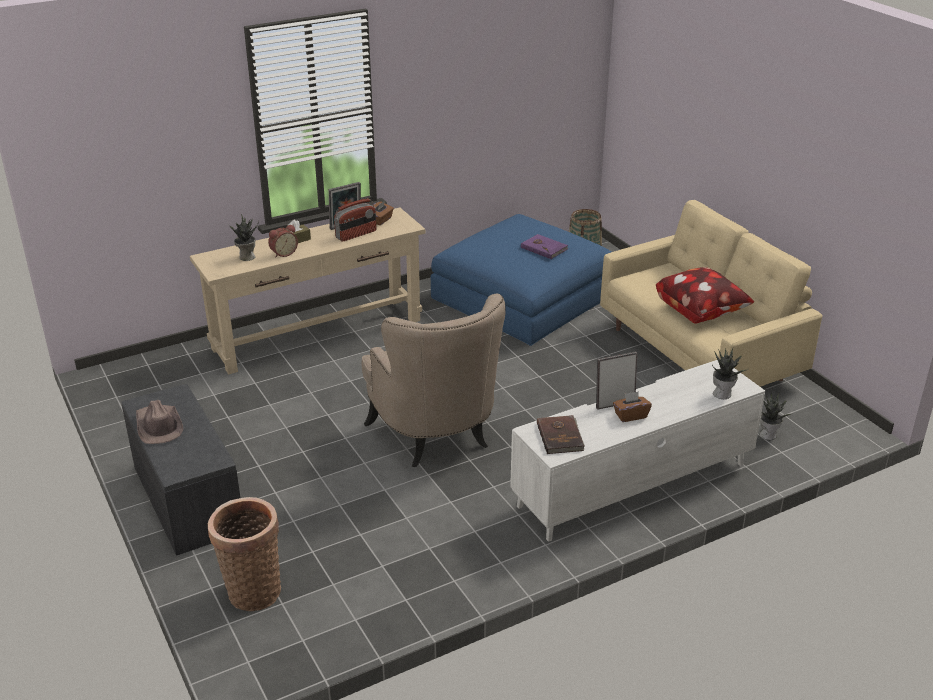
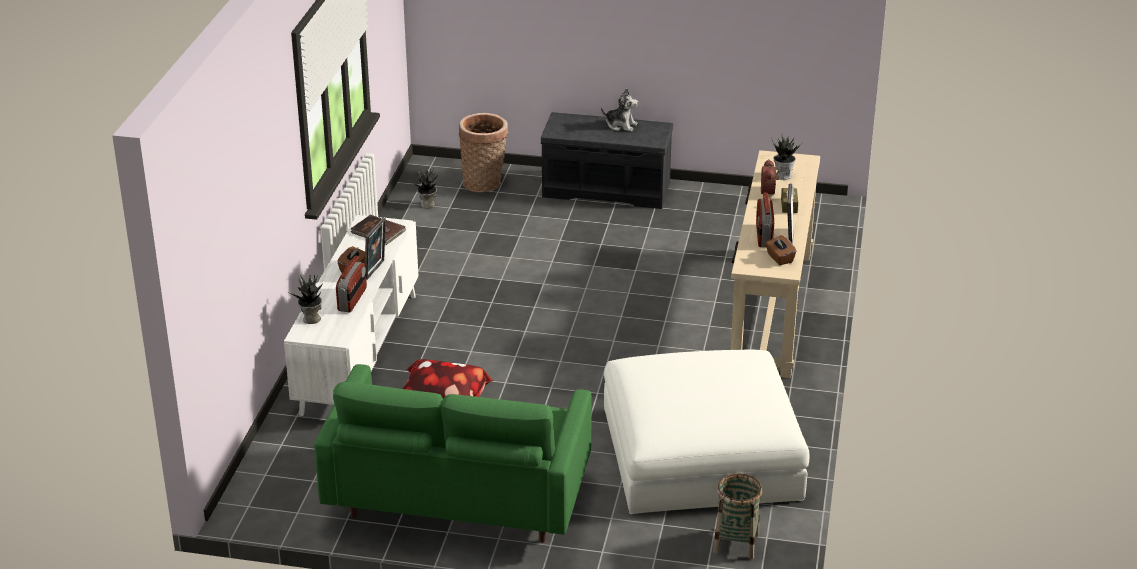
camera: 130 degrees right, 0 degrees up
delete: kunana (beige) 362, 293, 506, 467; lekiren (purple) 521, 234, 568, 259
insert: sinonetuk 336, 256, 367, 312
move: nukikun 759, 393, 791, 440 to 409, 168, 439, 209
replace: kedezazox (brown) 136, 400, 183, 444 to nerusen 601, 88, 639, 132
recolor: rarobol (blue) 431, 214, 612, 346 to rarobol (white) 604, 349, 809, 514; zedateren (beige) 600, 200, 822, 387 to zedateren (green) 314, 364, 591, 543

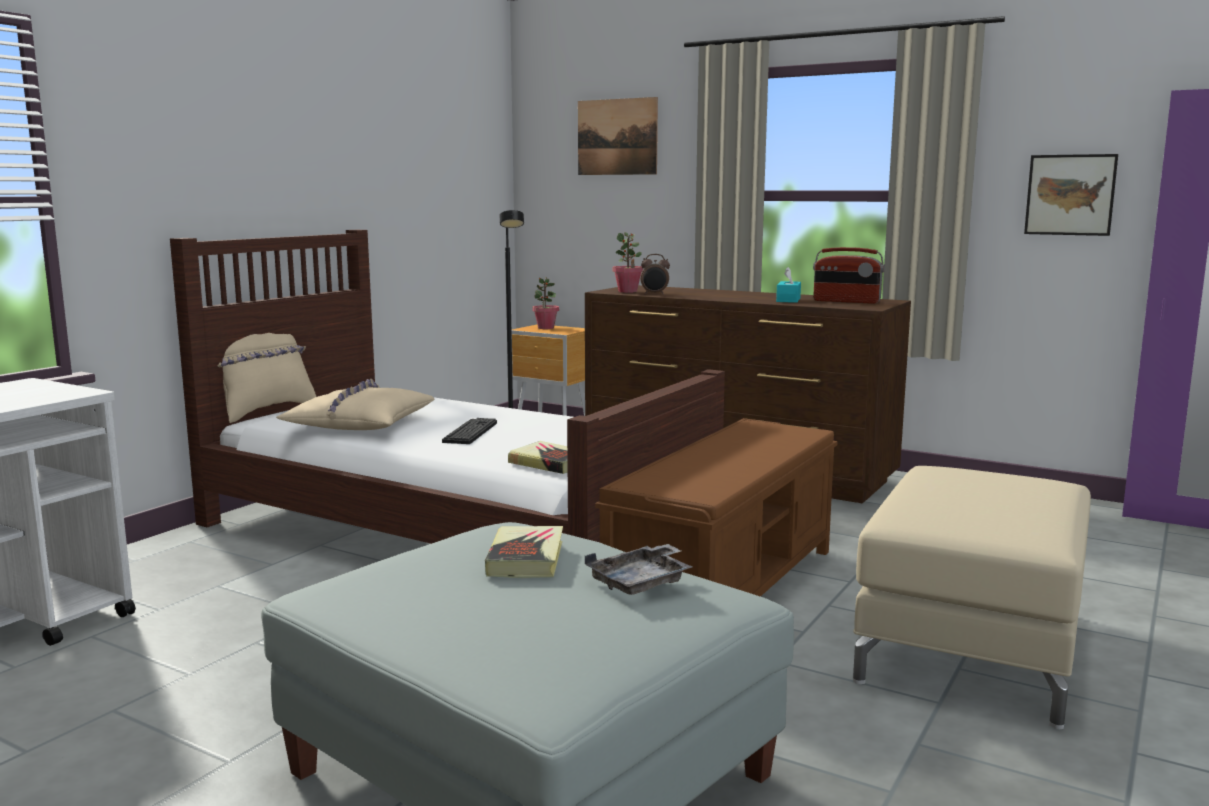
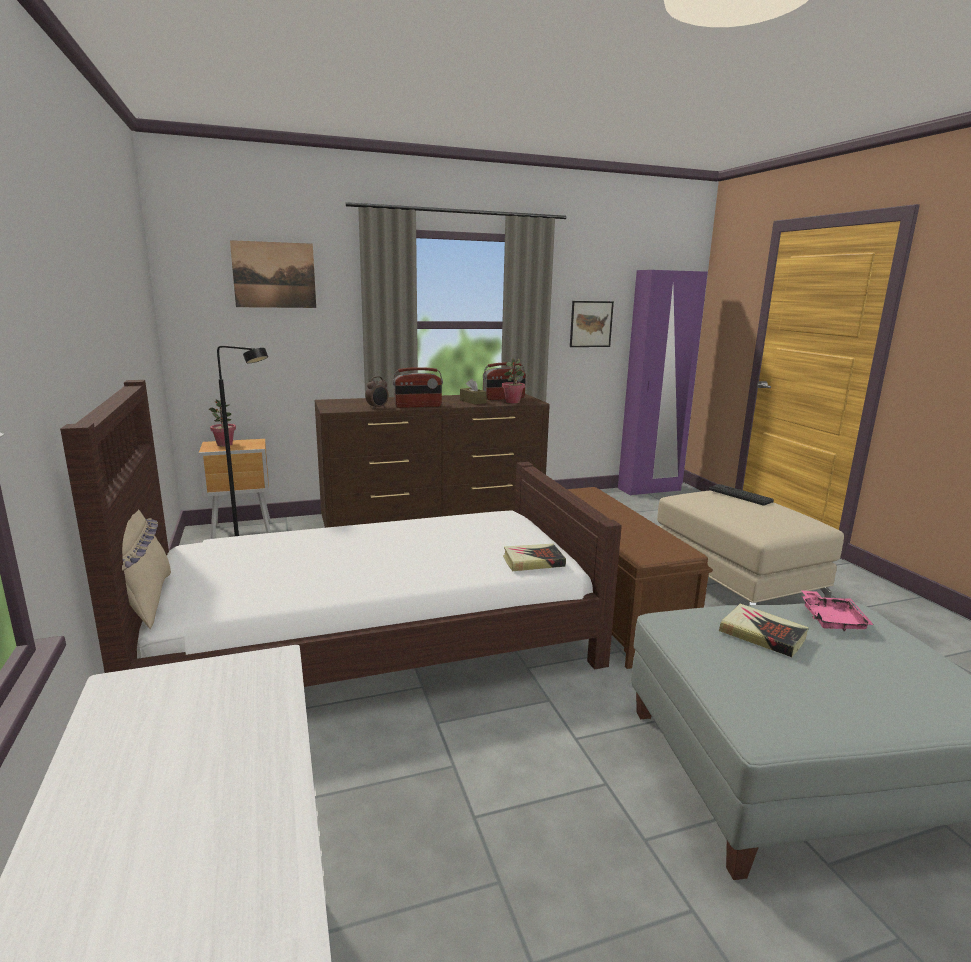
camera: 50 degrees left, 5 degrees up
delete: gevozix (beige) 276, 379, 434, 430
insert: sinonetuk 393, 367, 443, 408
move: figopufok 442, 418, 497, 444 to 709, 484, 774, 506; nukikun 612, 232, 643, 293 to 502, 358, 525, 403
recolor: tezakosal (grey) 585, 544, 692, 595 to tezakosal (pink) 801, 590, 874, 631; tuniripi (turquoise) 776, 267, 801, 303 to tuniripi (brown) 460, 379, 487, 404

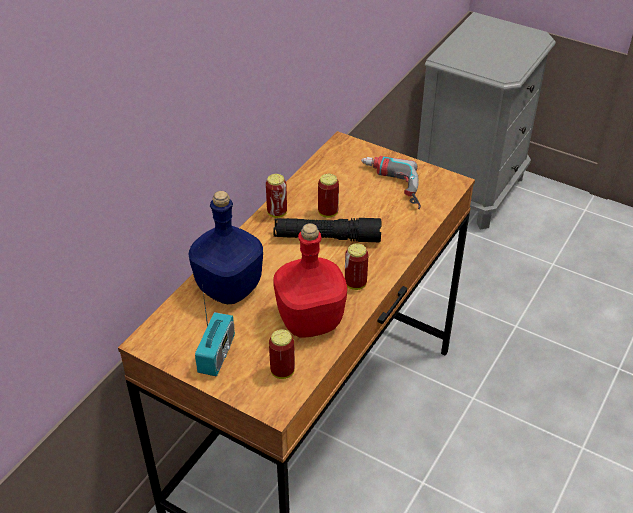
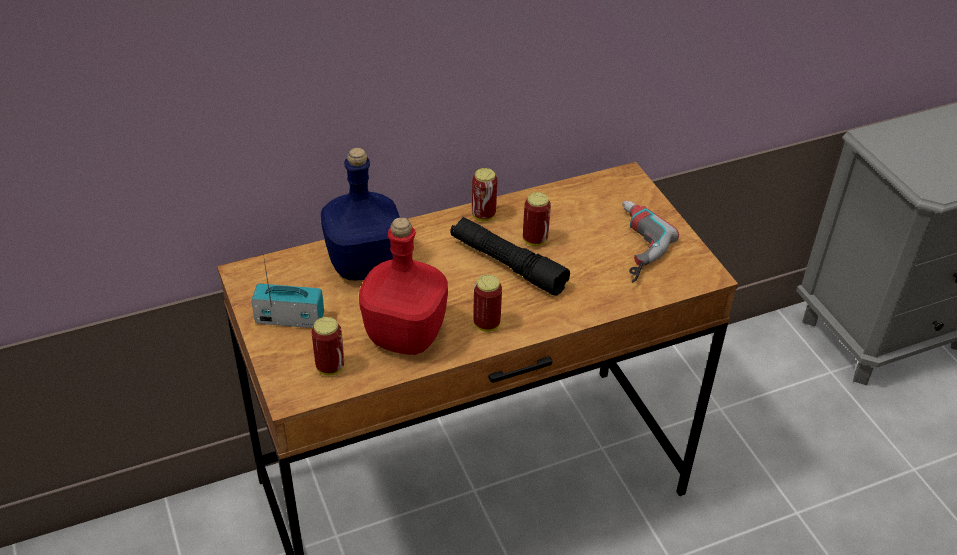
camera: 35 degrees right, 0 degrees up
rotate: sinonetuk 195, 285, 235, 376 = 251, 254, 324, 328 135 degrees counterclockwise

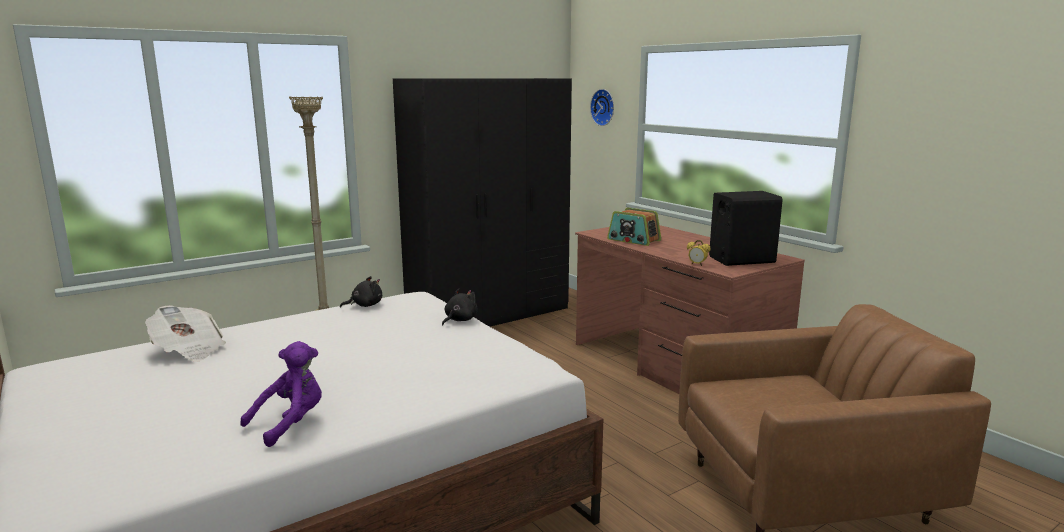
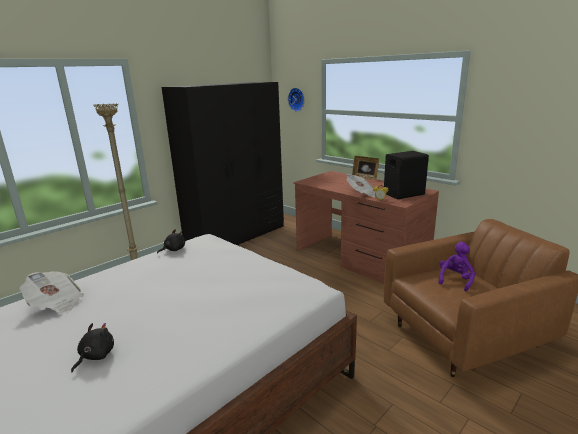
camera: 10 degrees left, 5 degrees up
delete: sinonetuk 607, 208, 661, 246
insert: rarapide 346, 174, 375, 197; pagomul 352, 156, 379, 180
move: nerusen (purple) 240, 341, 322, 447 to 438, 242, 475, 291; nerusen (black) 442, 289, 478, 325 to 71, 323, 114, 372

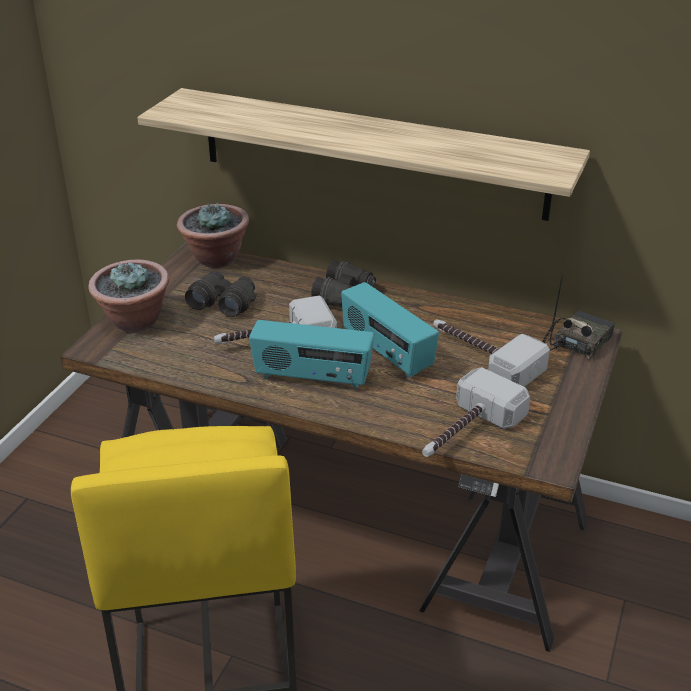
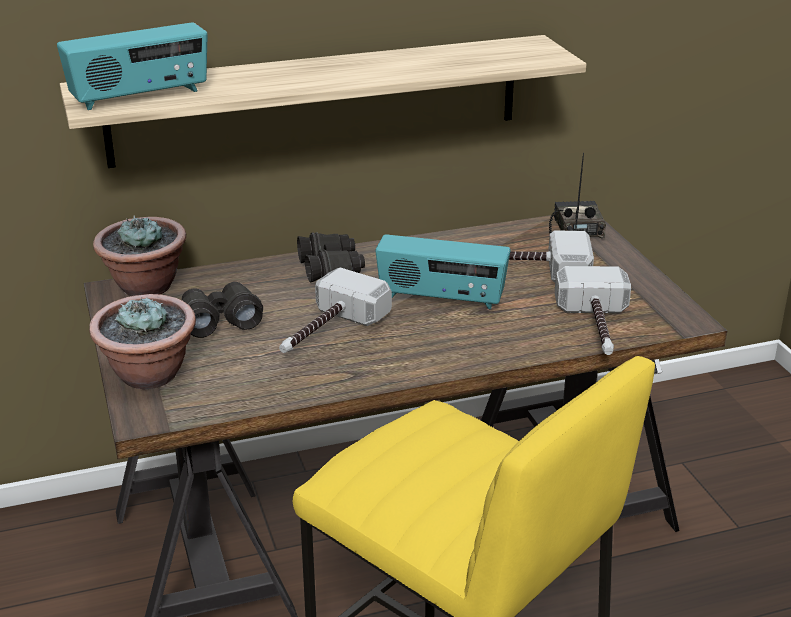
camera: 40 degrees left, 5 degrees down
move: sinonetuk 249, 320, 374, 389 to 57, 22, 208, 110

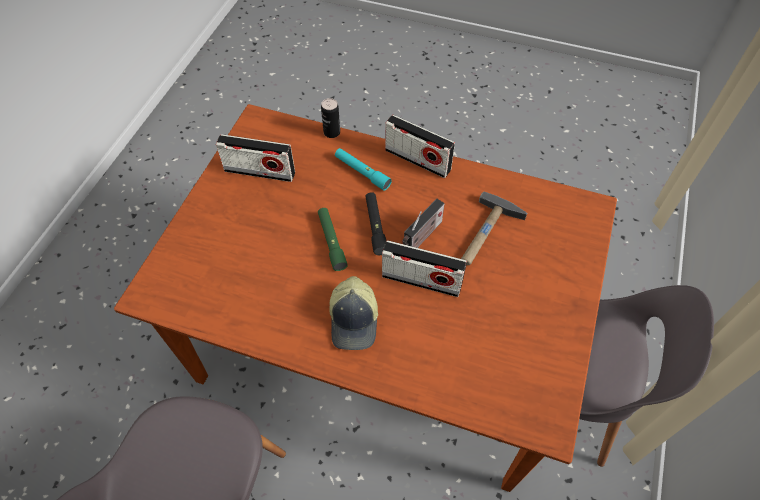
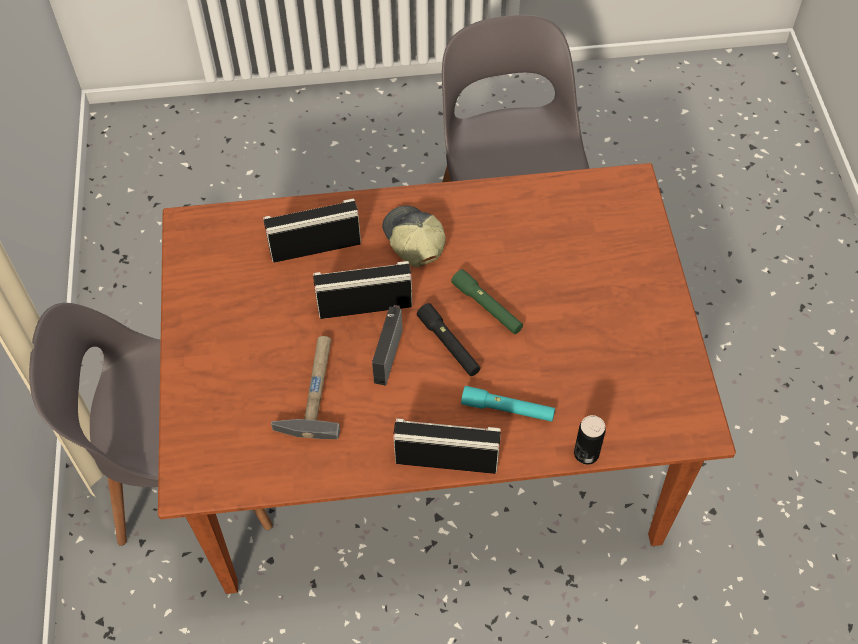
camera: 155 degrees right, 0 degrees up
move: sinonetuk 216, 134, 295, 182 to 263, 199, 361, 263

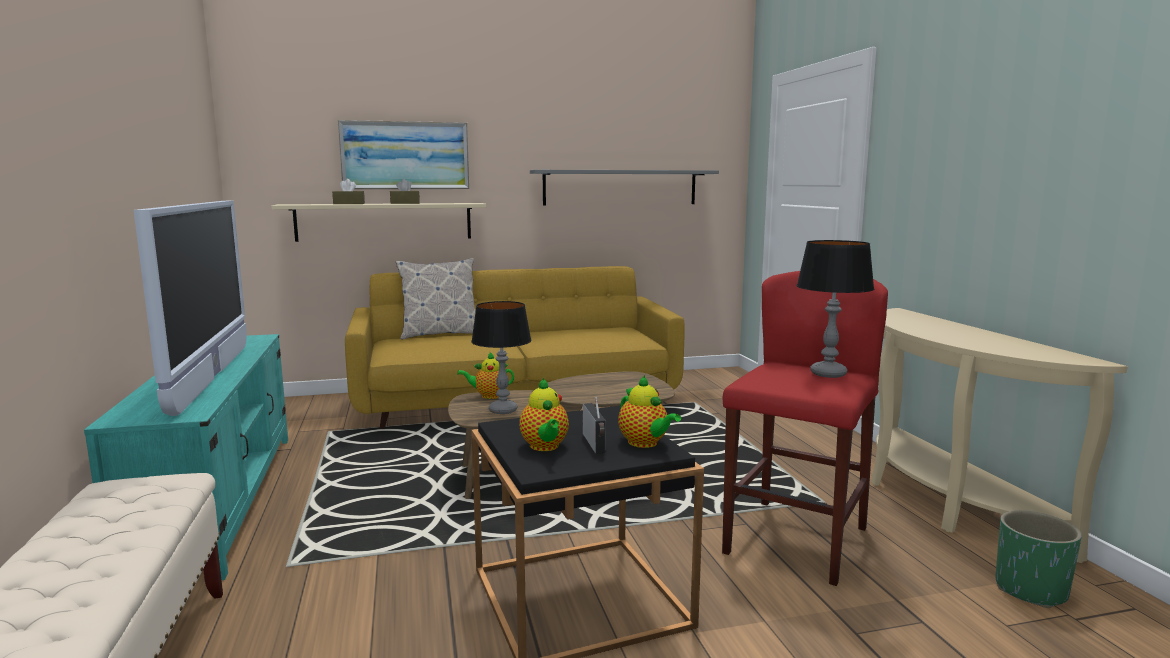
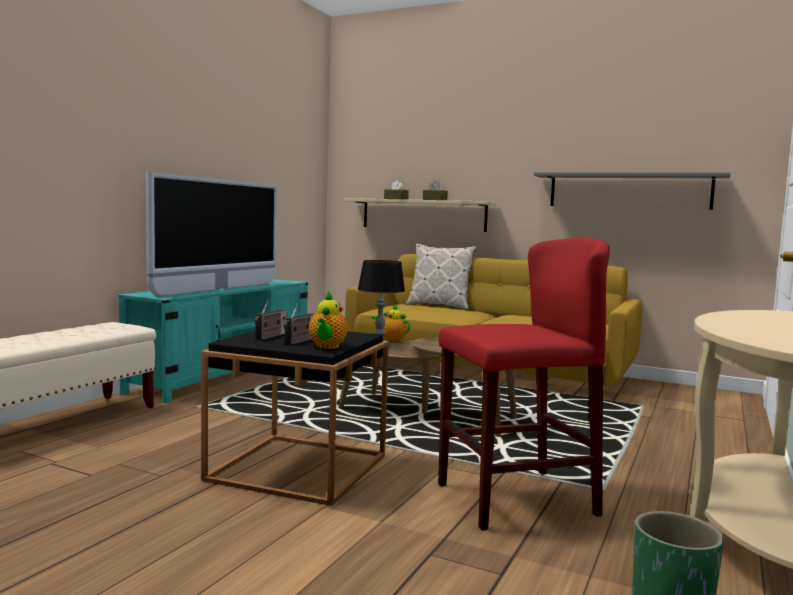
camera: 40 degrees right, 5 degrees down
delete: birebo 338, 120, 469, 189; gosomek 796, 240, 874, 378
replace: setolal 519, 378, 569, 451 to sinonetuk 255, 299, 286, 340

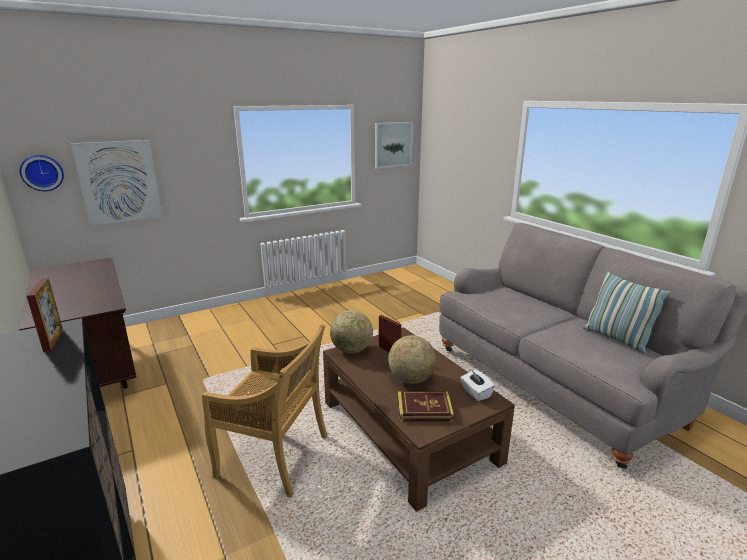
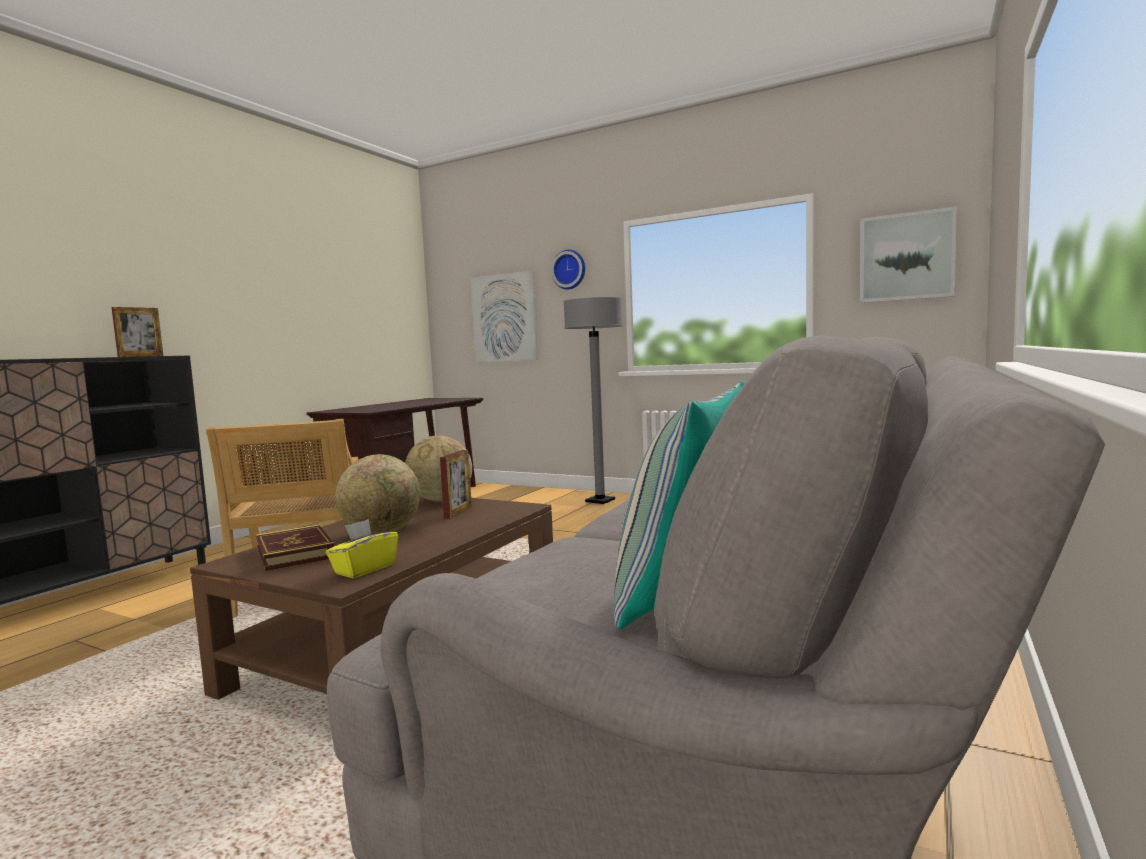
camera: 60 degrees right, 15 degrees down
insert: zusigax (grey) 564, 297, 623, 504
move: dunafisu 20, 155, 64, 191 to 551, 250, 585, 290
recolor: tuniripi (white) 461, 369, 495, 401 to tuniripi (yellow) 326, 519, 398, 578

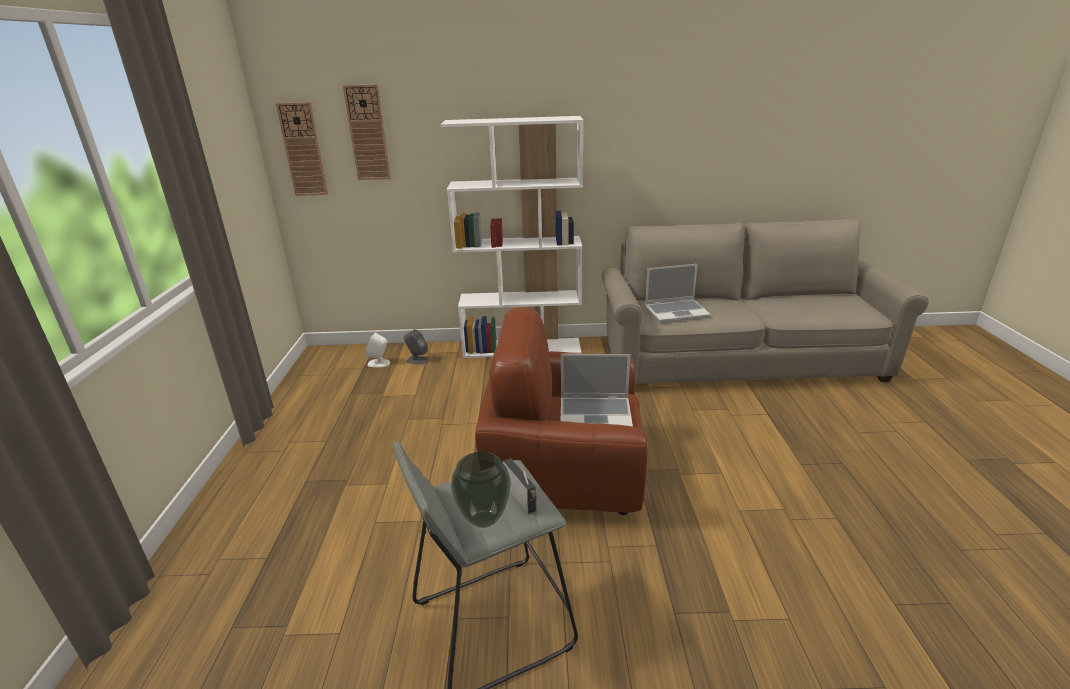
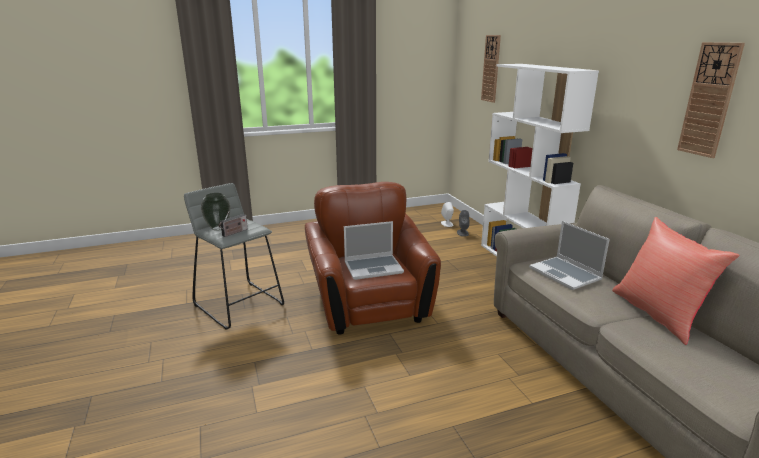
camera: 70 degrees right, 5 degrees down
insert: gevozix (red) 612, 217, 739, 345
move: dunafisu 276, 102, 328, 196 to 677, 42, 745, 158
rotate: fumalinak 561, 354, 633, 427 = 344, 221, 404, 280 90 degrees counterclockwise

